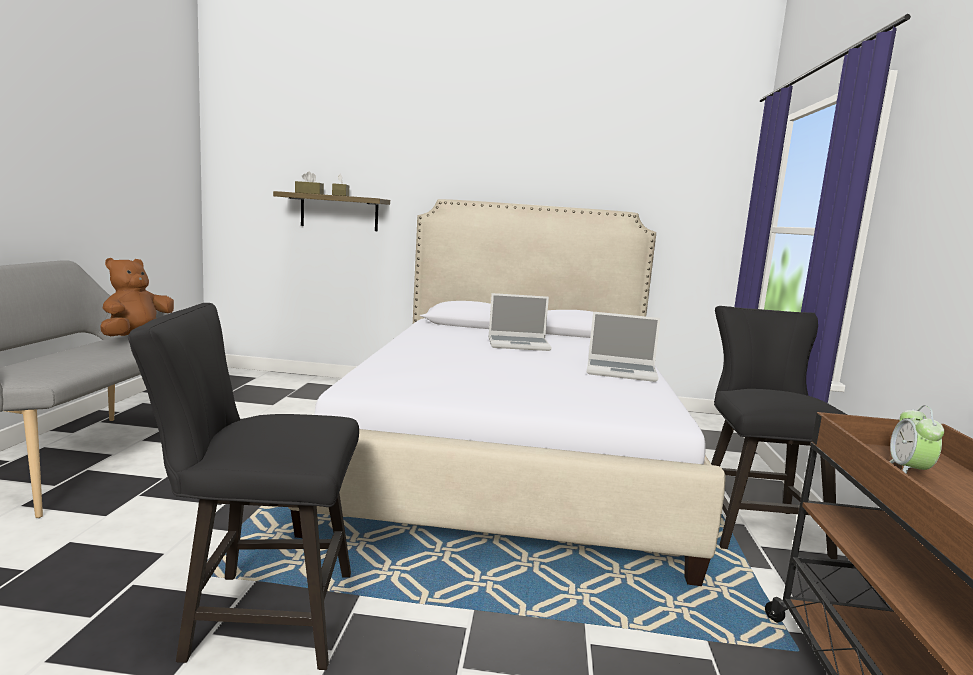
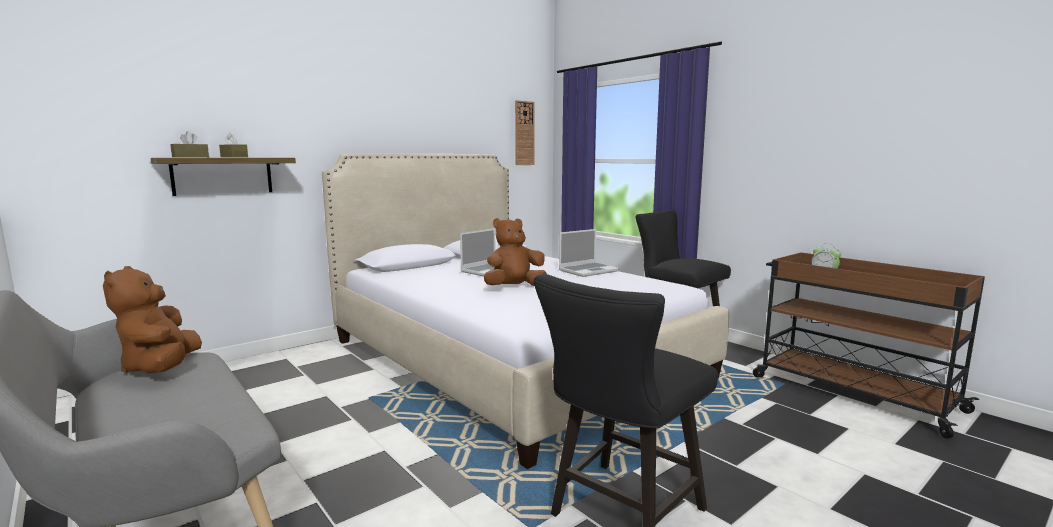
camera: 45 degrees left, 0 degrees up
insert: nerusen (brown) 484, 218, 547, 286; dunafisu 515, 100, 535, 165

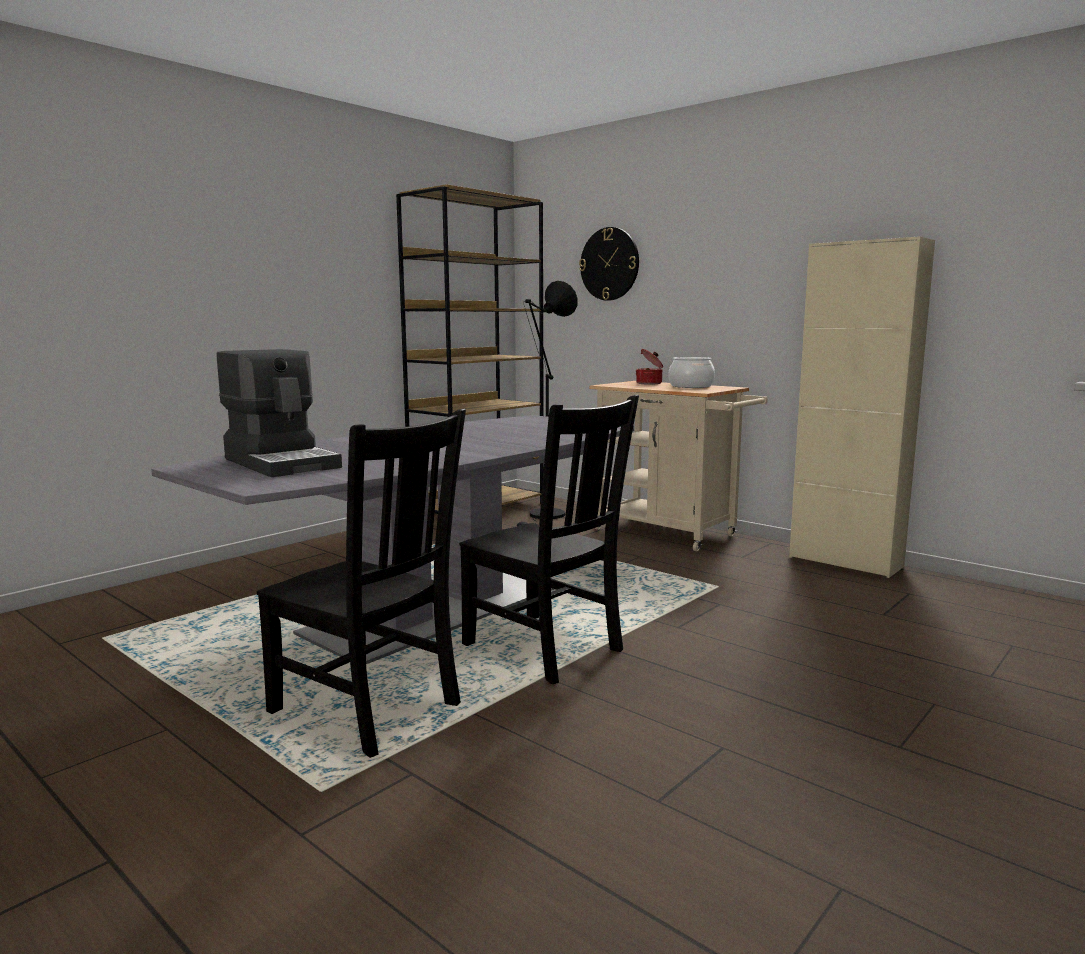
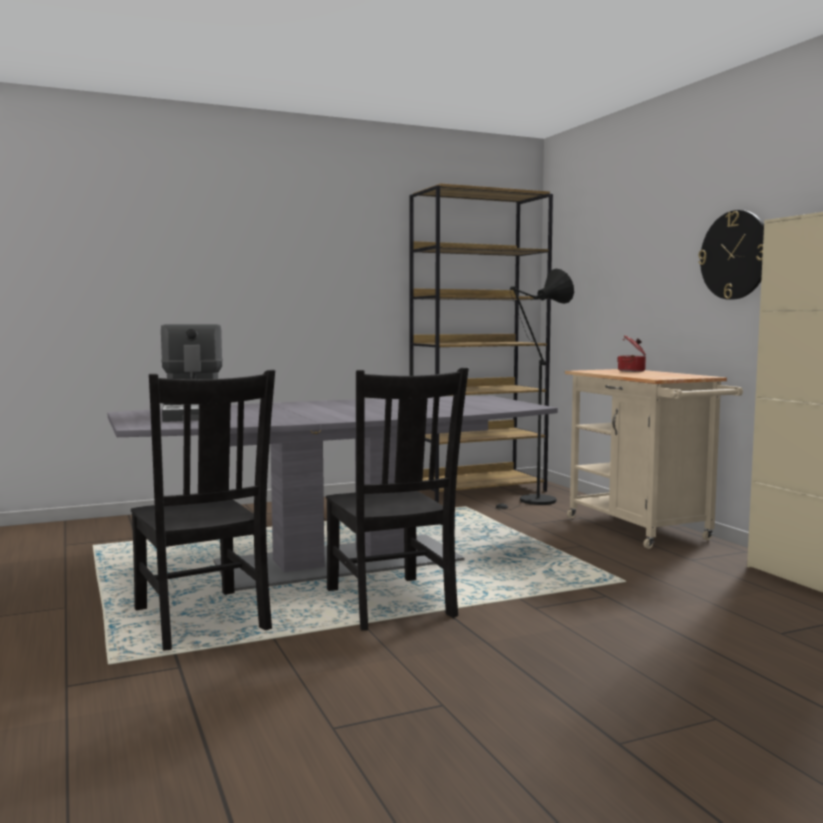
camera: 25 degrees right, 5 degrees down
delete: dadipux 668, 357, 715, 388
move: dunafisu 579, 227, 639, 301 to 698, 210, 764, 300

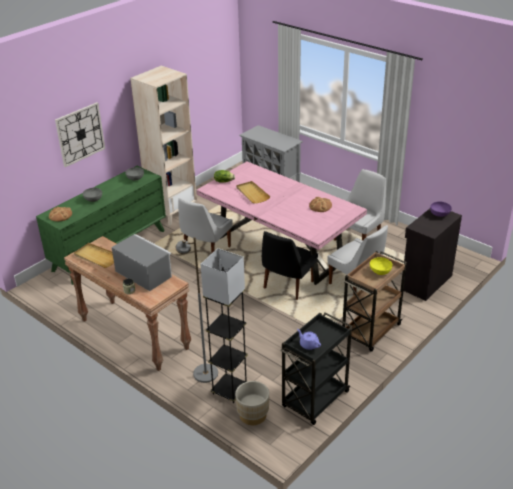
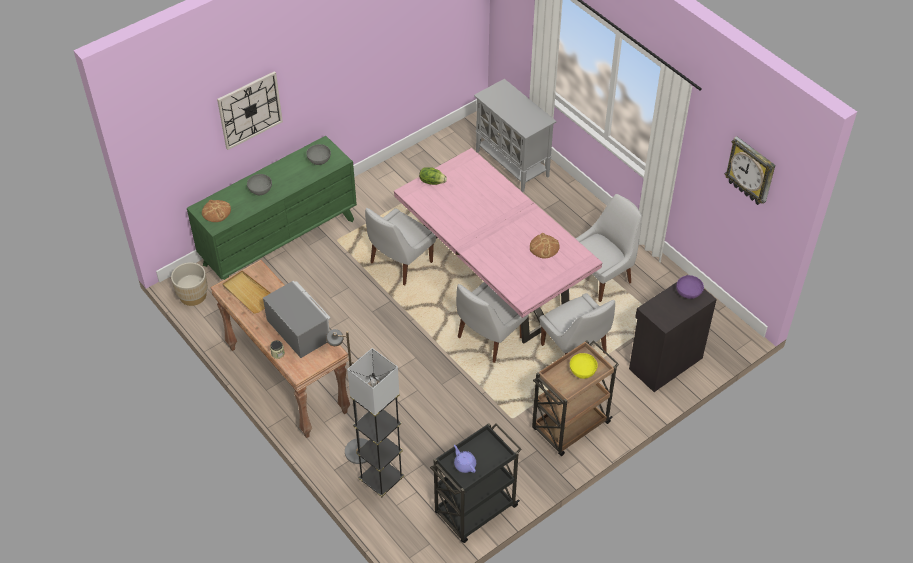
camera: 10 degrees right, 15 degrees up
delete: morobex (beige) 130, 66, 197, 226; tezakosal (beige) 236, 181, 271, 204
insert: dunafisu 724, 136, 775, 205
move: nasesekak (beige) 235, 381, 269, 425 to 171, 262, 208, 306
recolor: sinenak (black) 262, 231, 318, 300 to sinenak (white) 456, 282, 528, 363

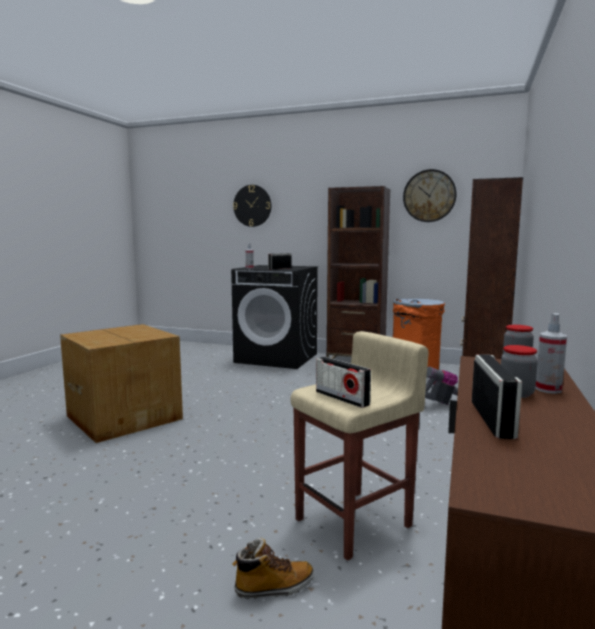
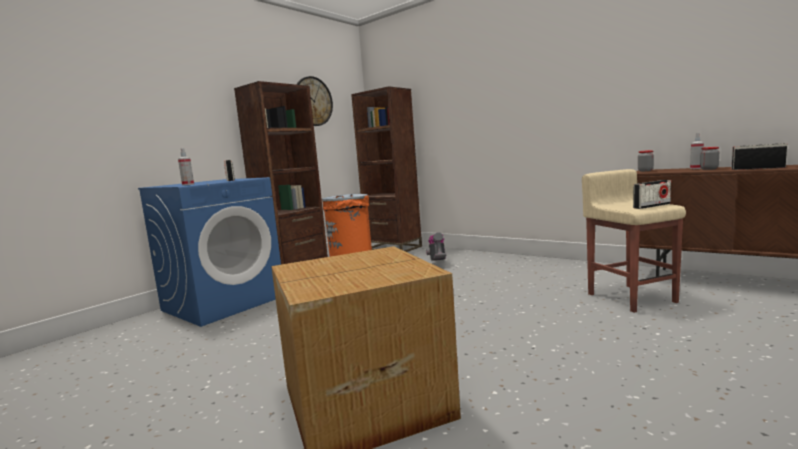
camera: 70 degrees left, 0 degrees up
delete: dunafisu 233, 185, 271, 227; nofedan 233, 538, 314, 599
recolor: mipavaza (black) 231, 265, 318, 369 to mipavaza (blue) 138, 177, 281, 327

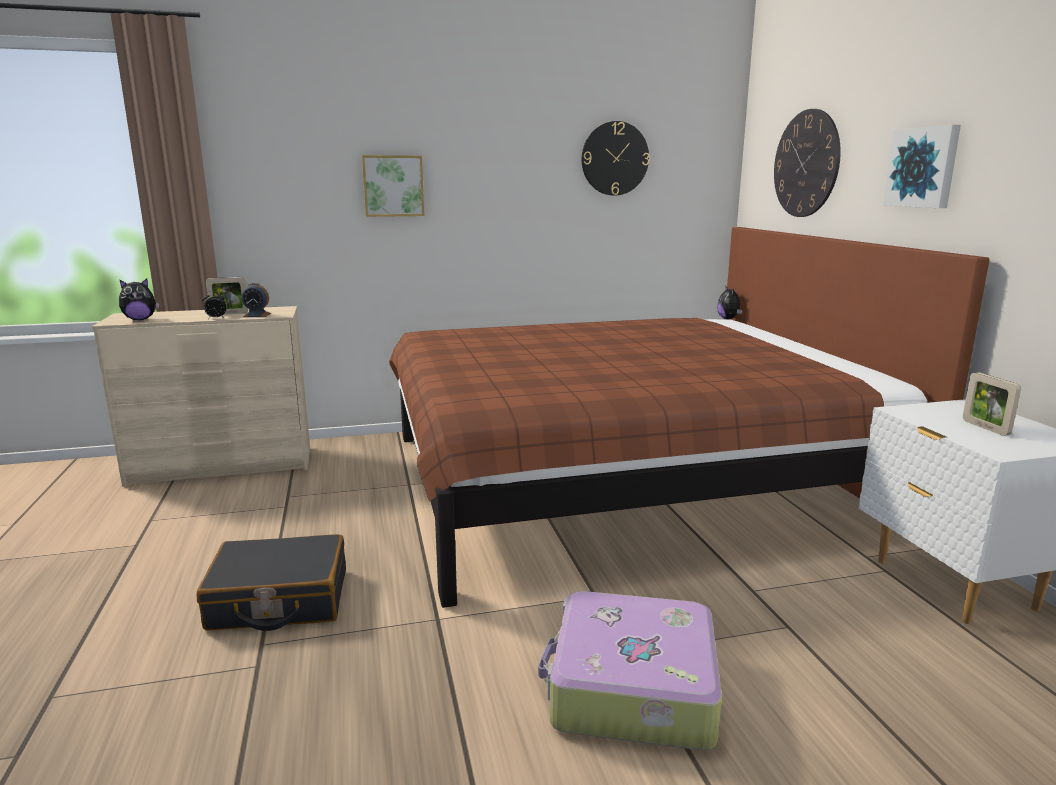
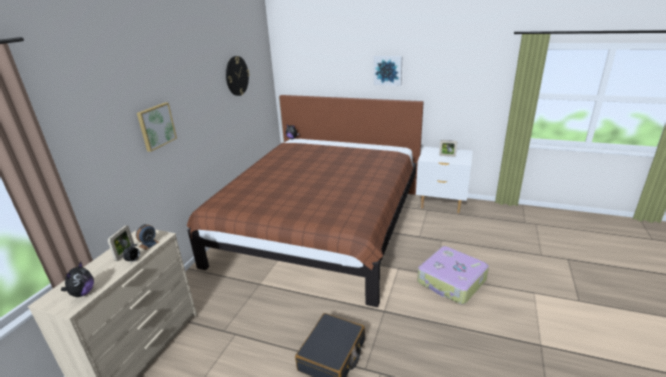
camera: 55 degrees left, 10 degrees up
delete: dunafisu 774, 109, 841, 217

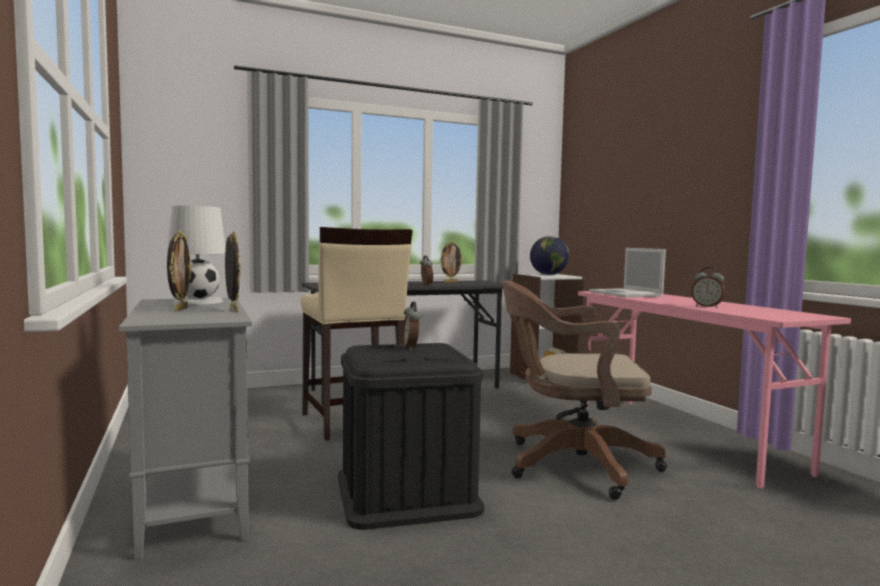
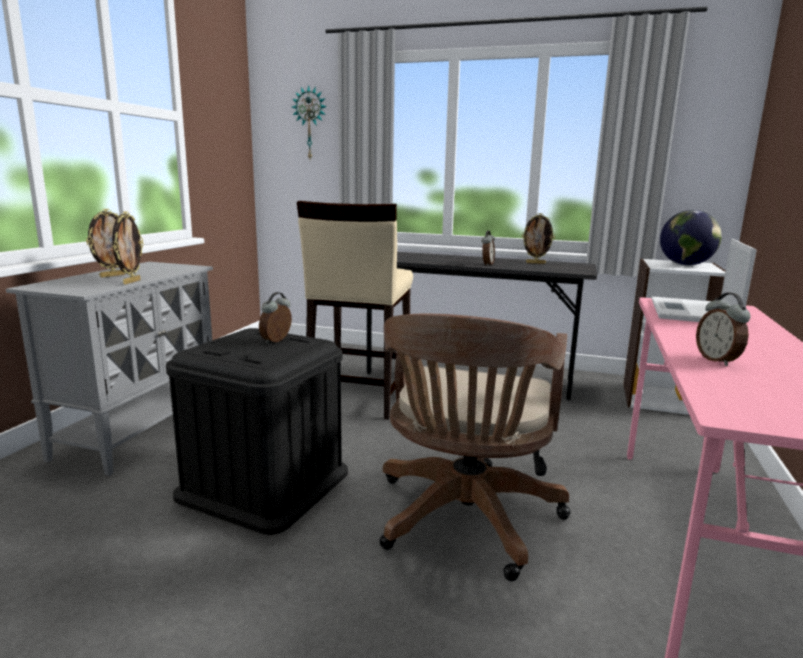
camera: 40 degrees right, 10 degrees up
delete: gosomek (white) 167, 206, 226, 305
insert: dunafisu 292, 85, 327, 159
rotate: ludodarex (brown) 502, 280, 667, 500 = 380, 314, 571, 581 120 degrees counterclockwise

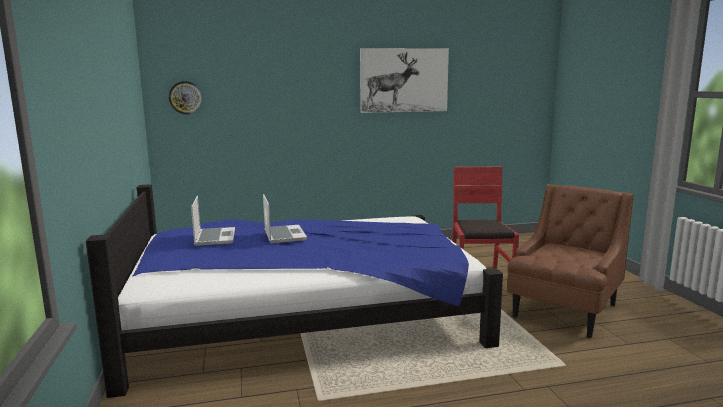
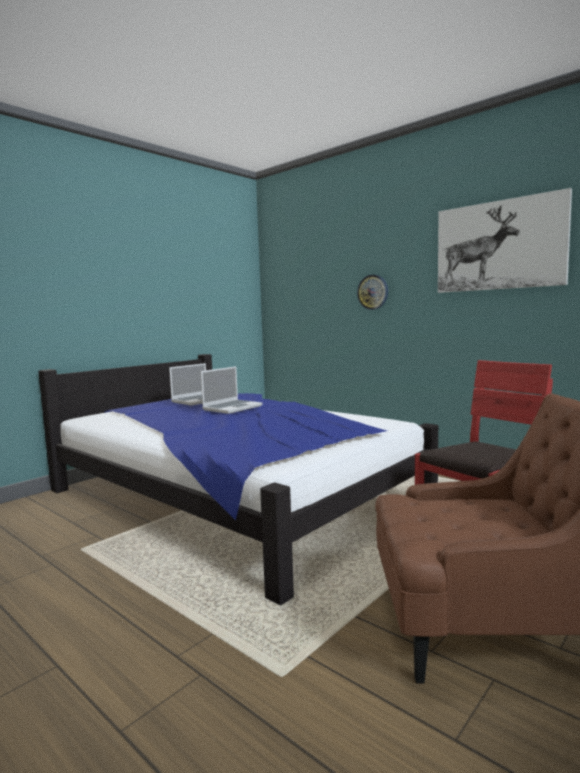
camera: 55 degrees right, 5 degrees down
move: dunafisu 169, 81, 203, 115 to 357, 275, 388, 310

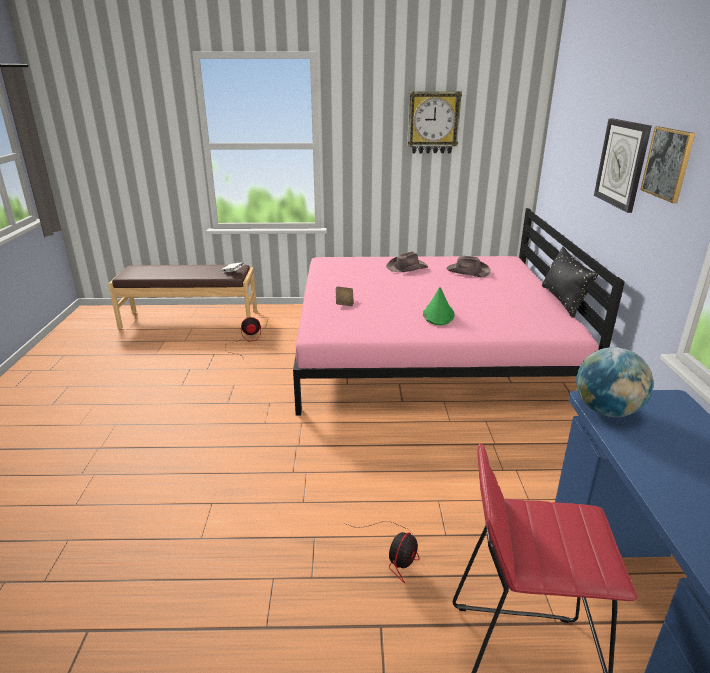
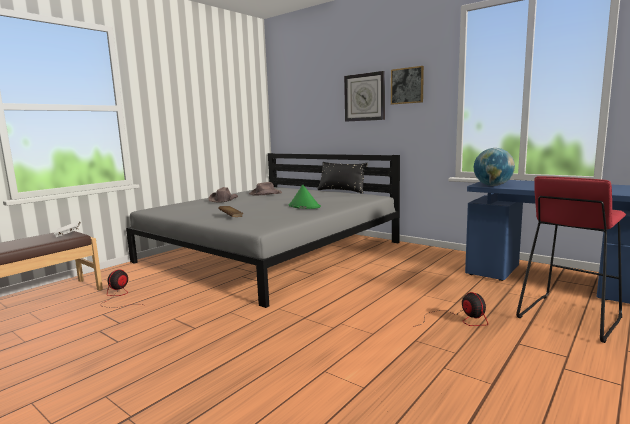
camera: 50 degrees left, 15 degrees down
delete: dunafisu 407, 91, 462, 153
recolor: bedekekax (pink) 293, 208, 625, 416 to bedekekax (grey) 126, 153, 400, 308

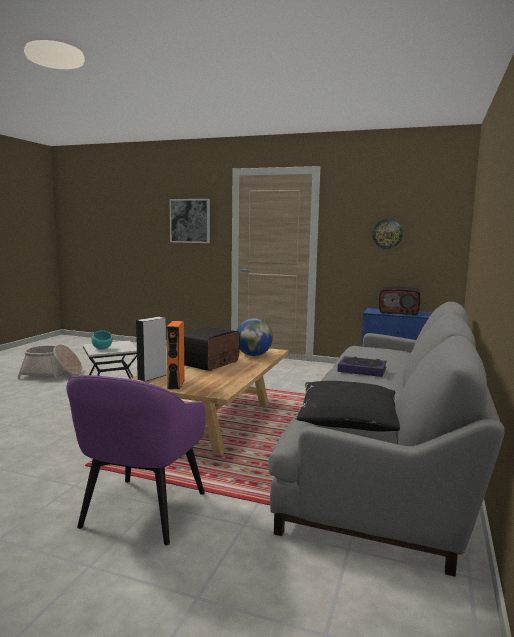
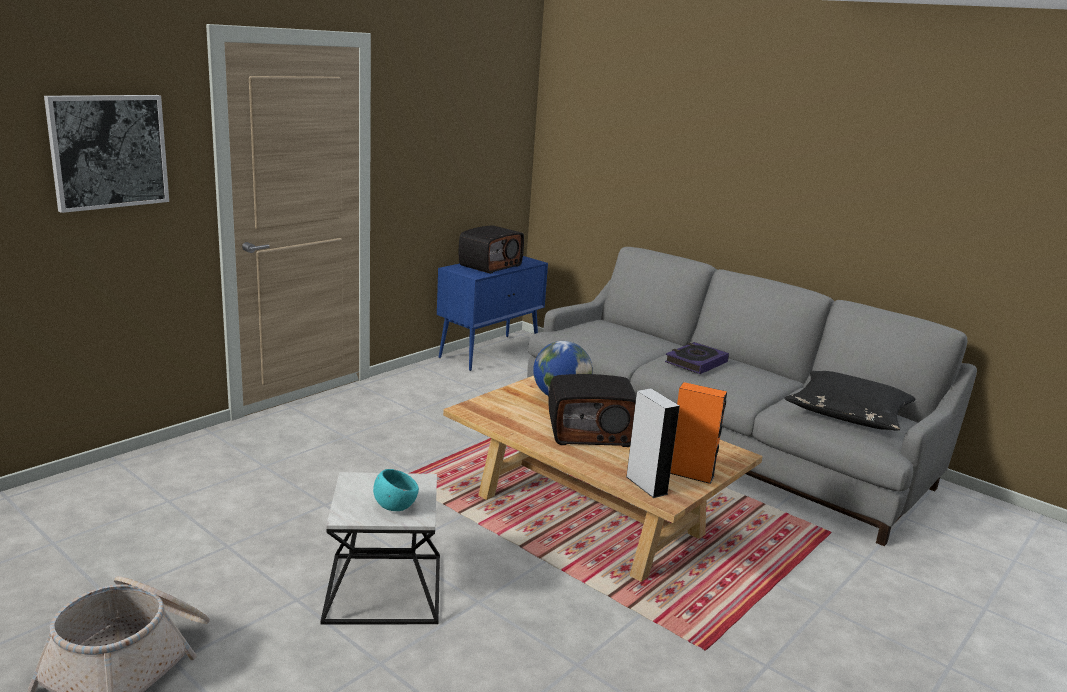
camera: 70 degrees left, 10 degrees up
delete: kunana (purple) 67, 375, 206, 545; dunafisu 372, 219, 403, 249
rotate: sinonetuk 184, 327, 240, 371 = 548, 374, 636, 447 60 degrees counterclockwise

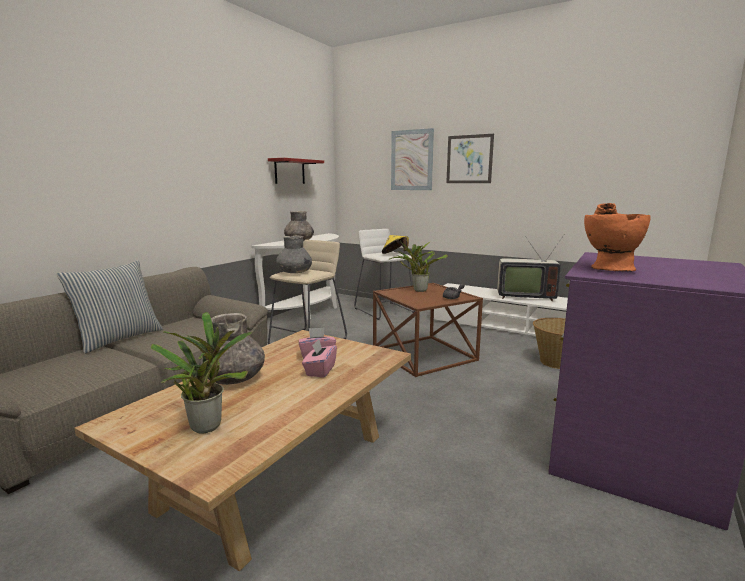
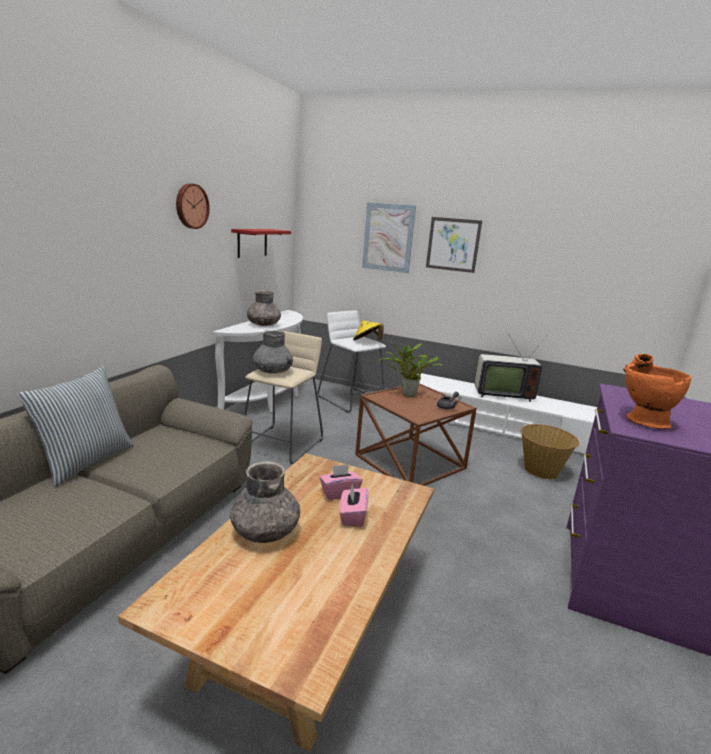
camera: 10 degrees left, 5 degrees up
delete: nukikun 151, 312, 252, 434
insert: dunafisu 176, 183, 210, 229

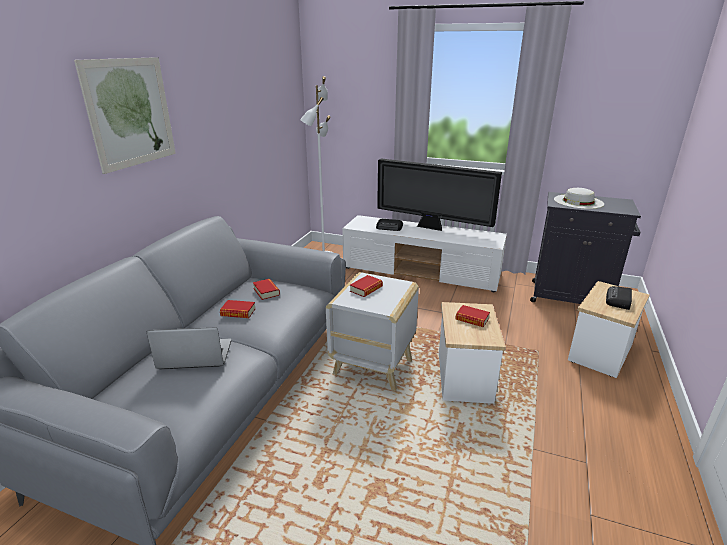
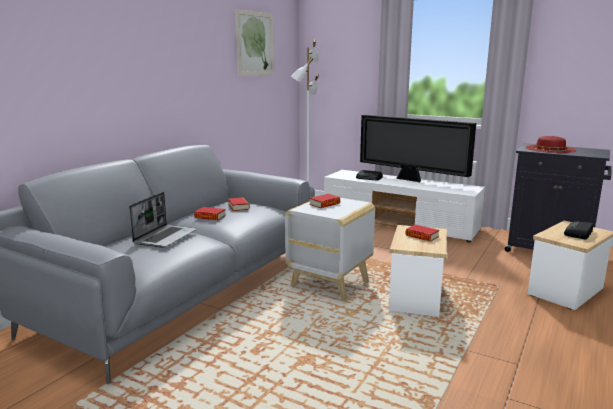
camera: 10 degrees right, 10 degrees down
move: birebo 74, 57, 176, 174 to 235, 9, 274, 76
recolor: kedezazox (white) 554, 188, 604, 209 to kedezazox (red) 526, 136, 577, 153
rotate: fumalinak 147, 327, 231, 369 = 129, 192, 197, 248 105 degrees clockwise

